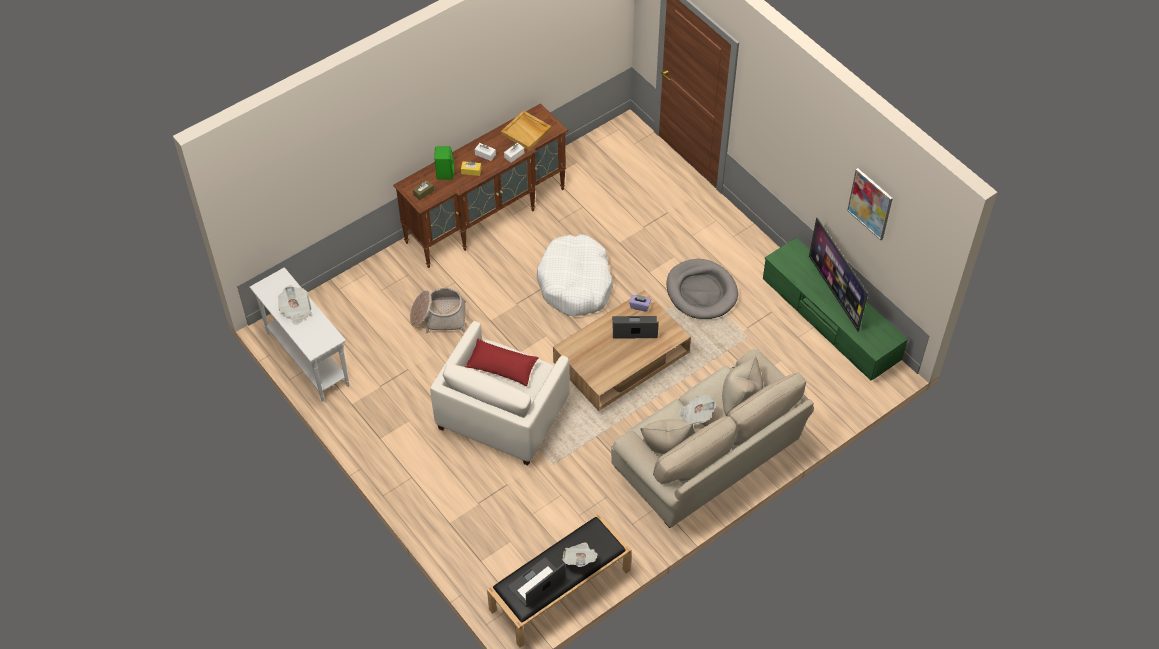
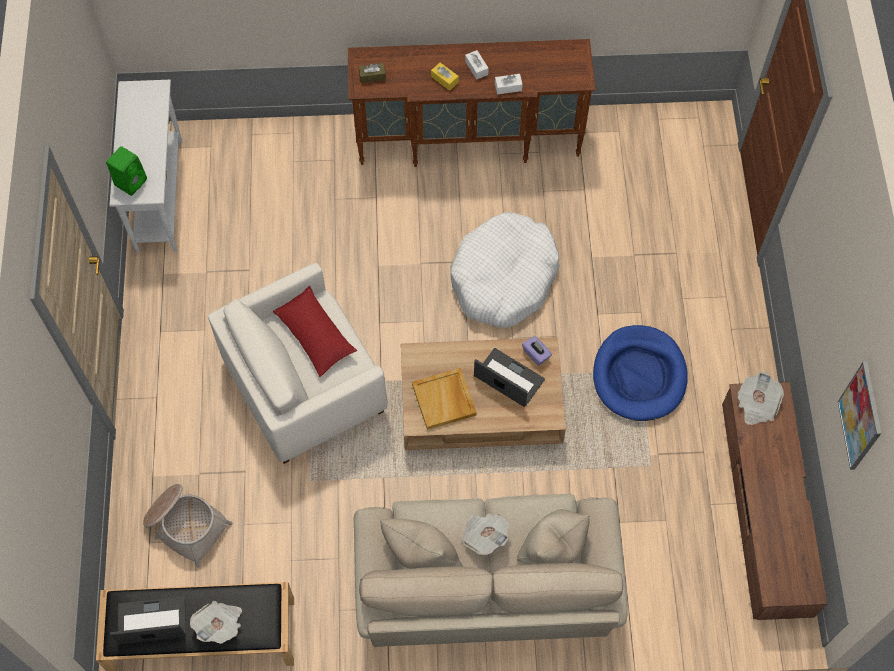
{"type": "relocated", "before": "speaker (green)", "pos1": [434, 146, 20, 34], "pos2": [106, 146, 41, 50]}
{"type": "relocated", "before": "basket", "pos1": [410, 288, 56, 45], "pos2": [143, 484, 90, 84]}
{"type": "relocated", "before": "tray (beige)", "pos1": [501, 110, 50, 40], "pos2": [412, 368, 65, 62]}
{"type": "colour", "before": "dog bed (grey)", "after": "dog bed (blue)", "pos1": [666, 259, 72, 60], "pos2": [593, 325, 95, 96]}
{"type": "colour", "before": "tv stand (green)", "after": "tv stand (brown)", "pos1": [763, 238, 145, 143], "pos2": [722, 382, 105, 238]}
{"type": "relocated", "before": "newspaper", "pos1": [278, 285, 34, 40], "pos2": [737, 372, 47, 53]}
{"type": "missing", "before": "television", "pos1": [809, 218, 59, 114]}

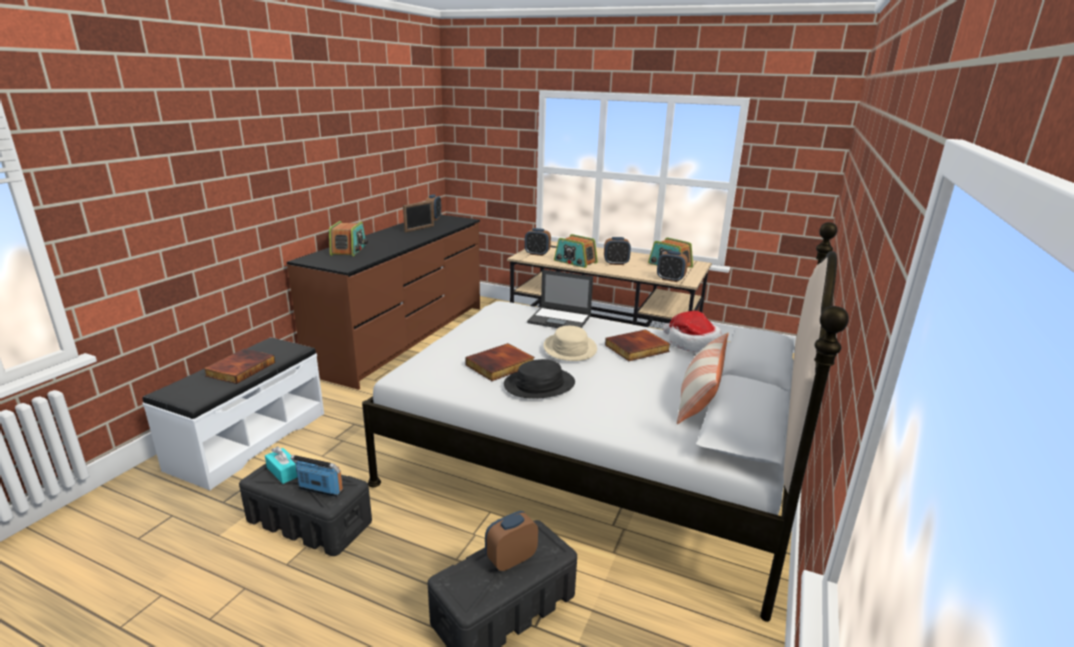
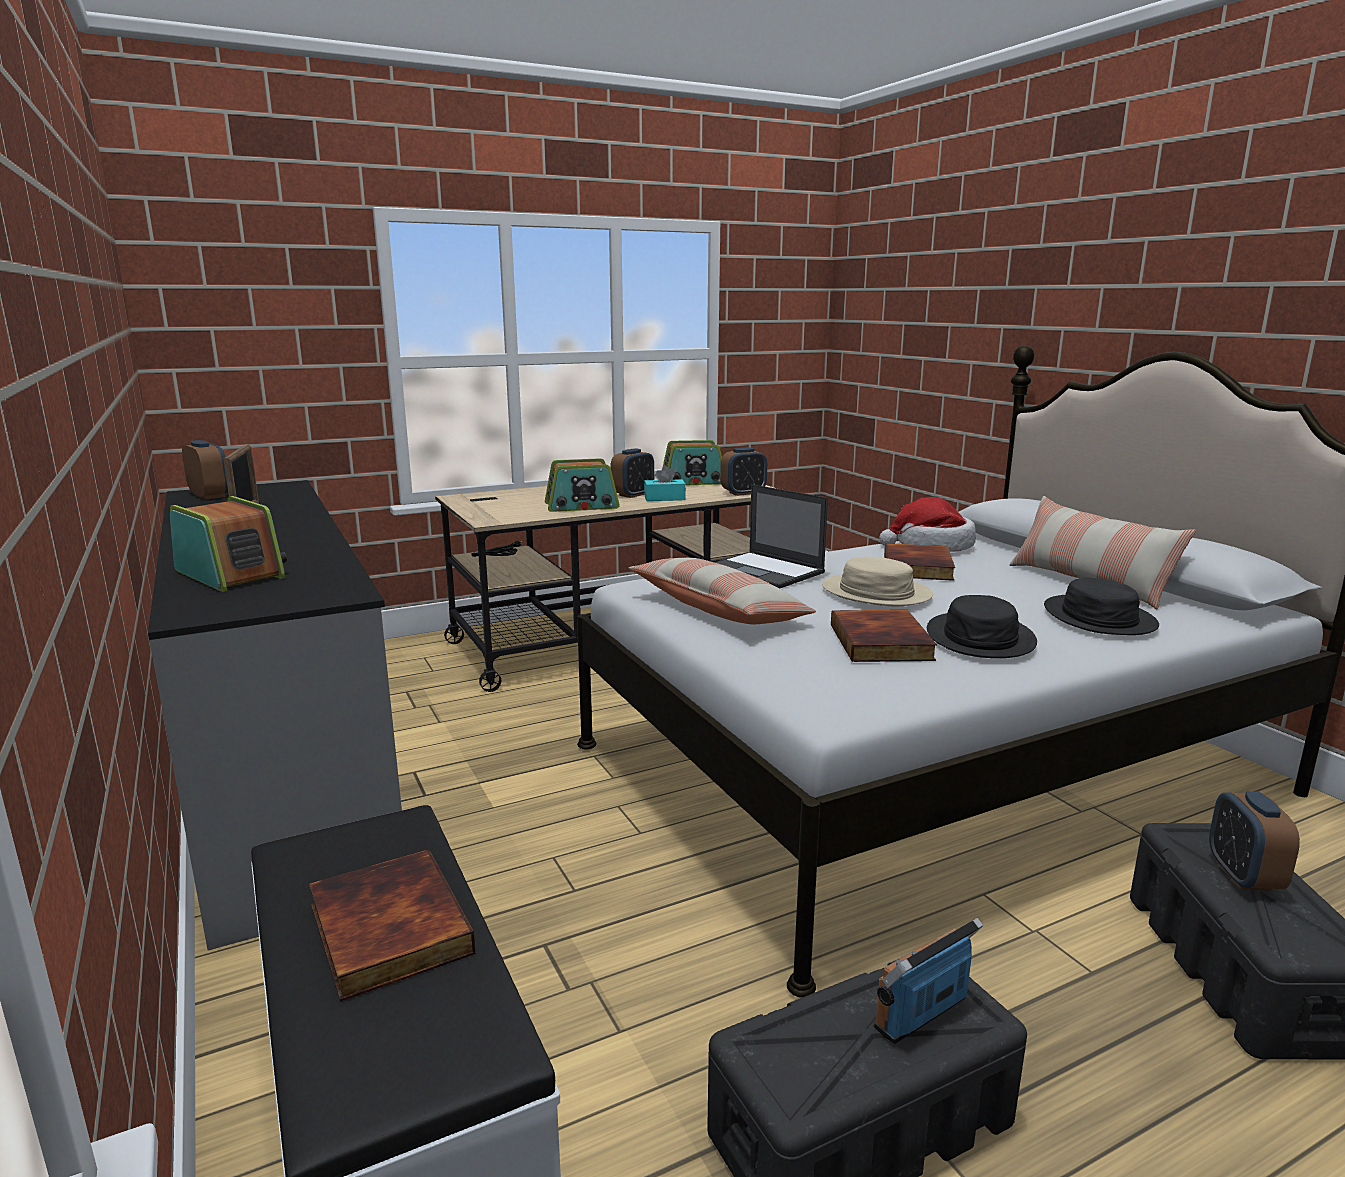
{"type": "colour", "before": "dresser (brown)", "after": "dresser (grey)", "pos1": [287, 215, 193, 175], "pos2": [148, 480, 254, 471]}
{"type": "appeared", "after": "pillow", "pos2": [629, 558, 187, 66]}
{"type": "relocated", "before": "tissue box (turquoise)", "pos1": [265, 446, 32, 38], "pos2": [644, 466, 42, 35]}
{"type": "spun", "before": "laptop", "pos1": [527, 270, 66, 58], "pos2": [714, 484, 114, 105], "turn": 75}
{"type": "appeared", "after": "hat (black)", "pos2": [1044, 578, 115, 57]}
{"type": "missing", "before": "alarm clock", "pos1": [525, 228, 26, 28]}

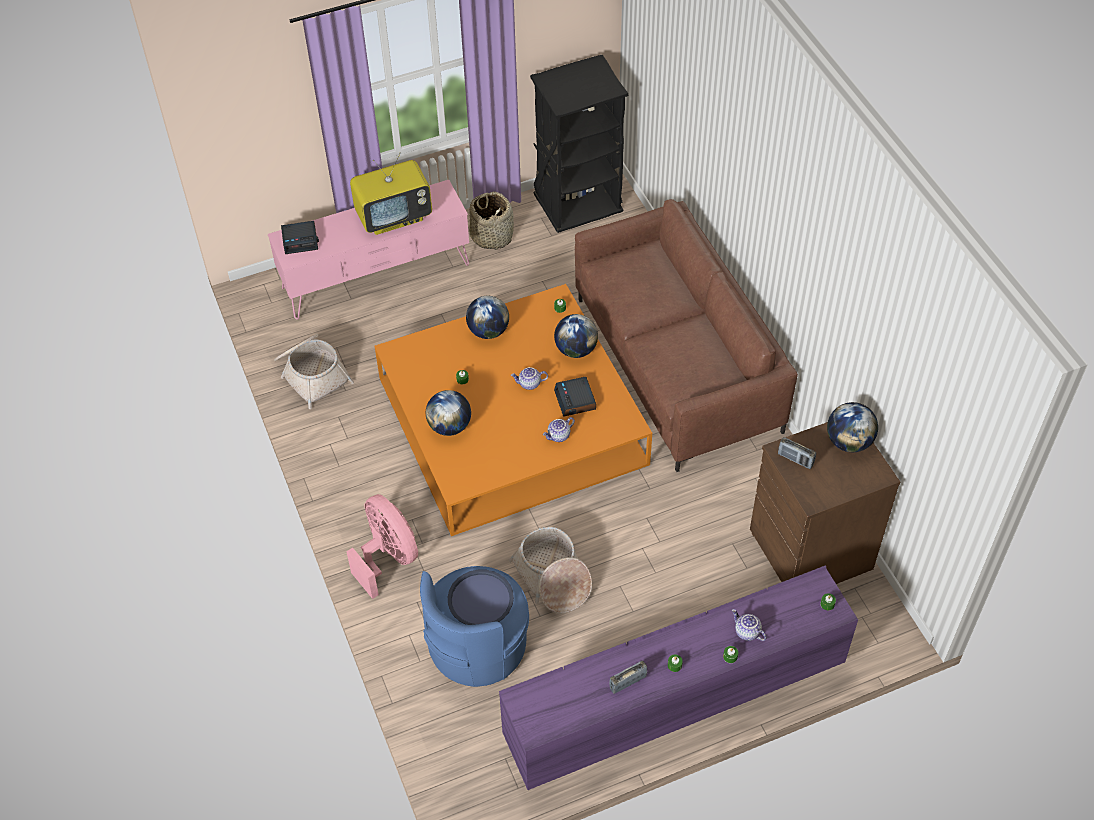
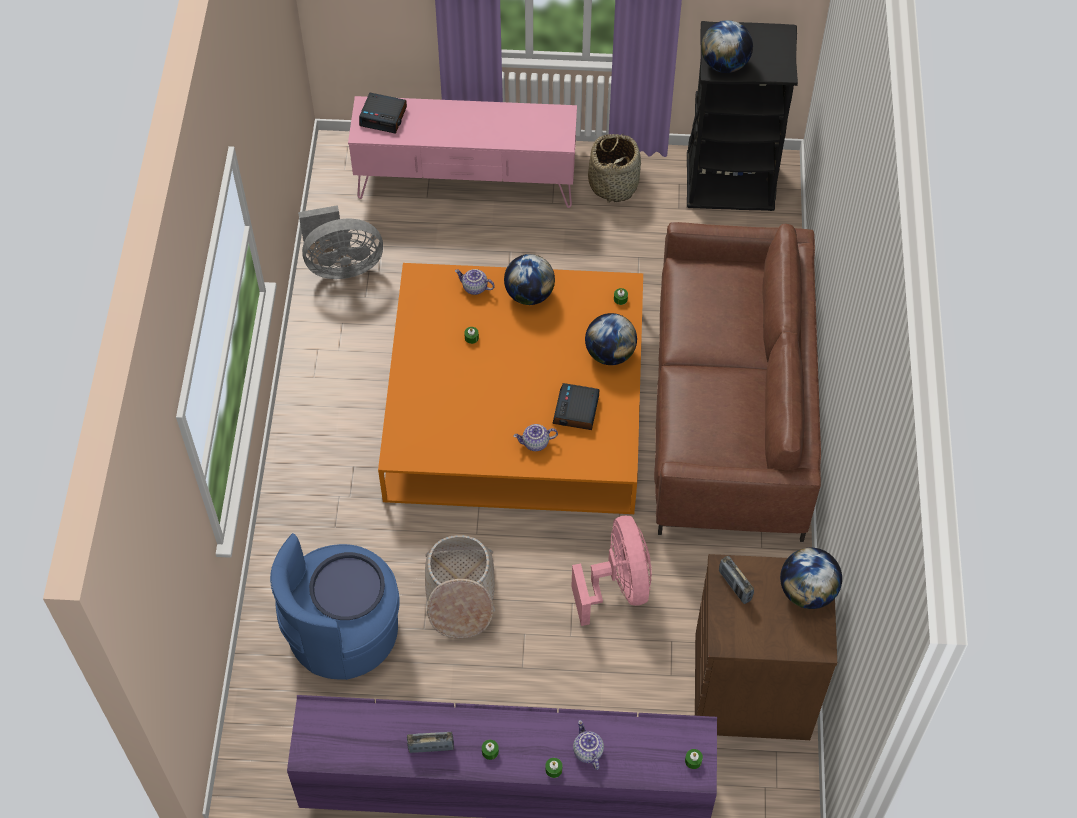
{"type": "exchanged", "before": "basket", "after": "fan (grey)", "pos1": [274, 334, 80, 75], "pos2": [298, 205, 85, 74]}
{"type": "relocated", "before": "teapot", "pos1": [511, 367, 37, 23], "pos2": [455, 269, 40, 26]}
{"type": "relocated", "before": "fan (pink)", "pos1": [346, 494, 72, 105], "pos2": [571, 516, 81, 110]}
{"type": "relocated", "before": "globe", "pos1": [426, 390, 45, 46], "pos2": [701, 20, 52, 53]}
{"type": "missing", "before": "television", "pos1": [350, 153, 82, 82]}

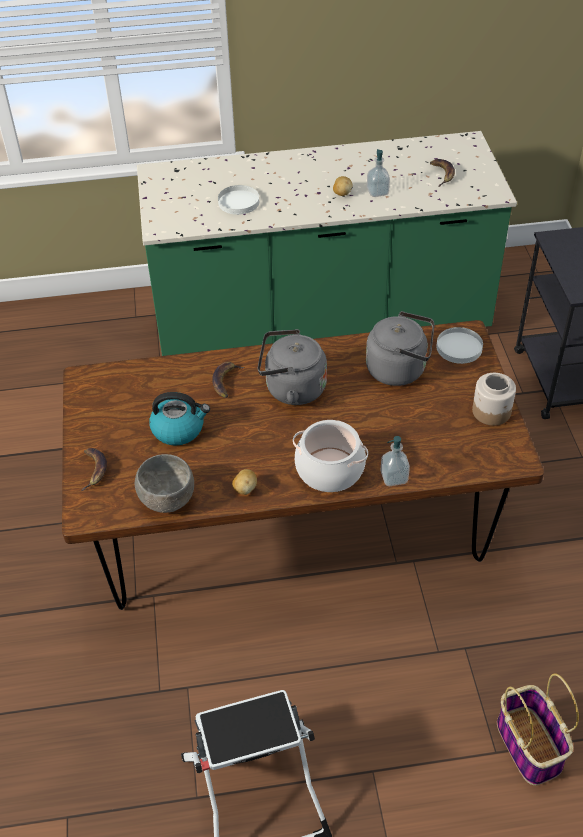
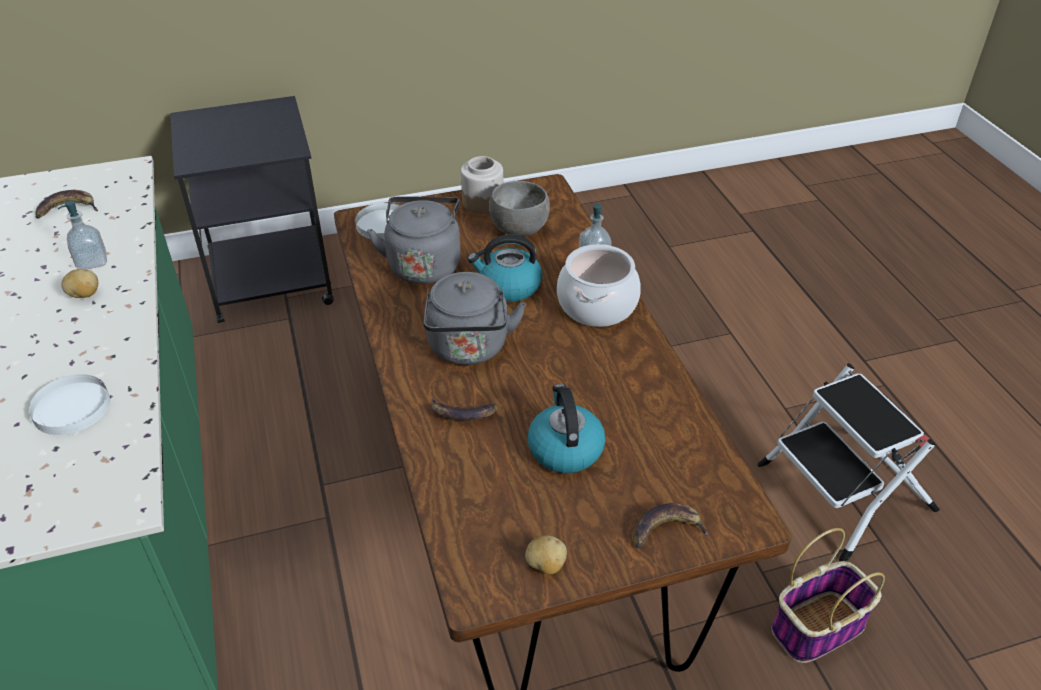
{"type": "appeared", "after": "kettle", "pos2": [468, 235, 74, 67]}
{"type": "relocated", "before": "bowl (grey)", "pos1": [135, 454, 59, 59], "pos2": [489, 181, 61, 56]}
{"type": "relocated", "before": "potato", "pos1": [232, 469, 25, 26], "pos2": [525, 535, 42, 40]}
{"type": "relocated", "before": "basket", "pos1": [497, 673, 82, 113], "pos2": [771, 528, 114, 135]}

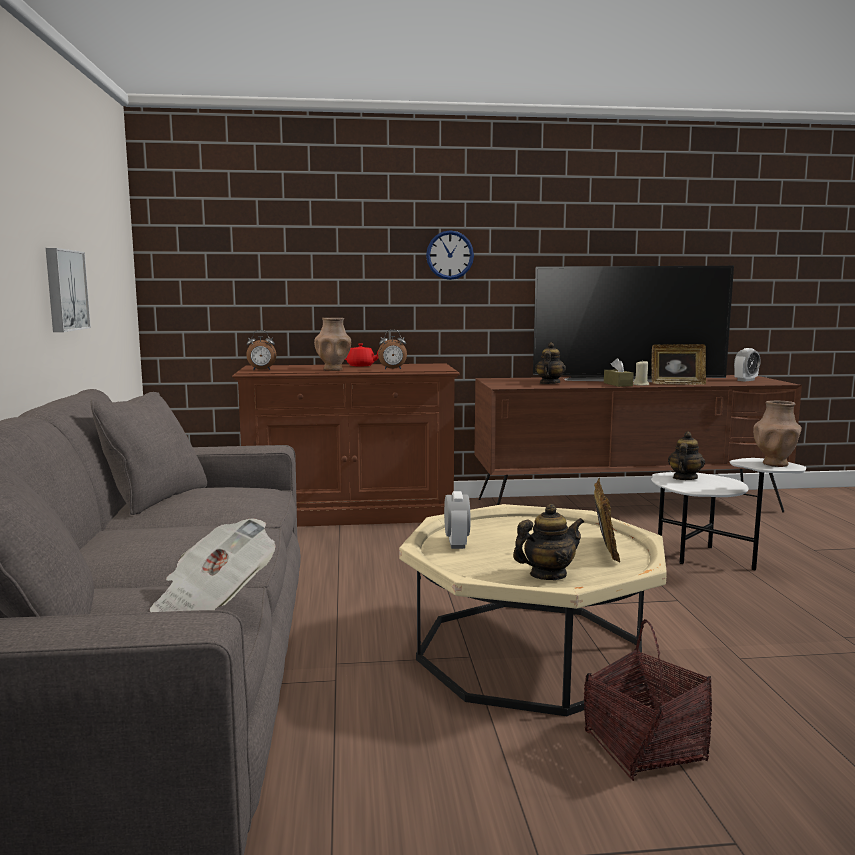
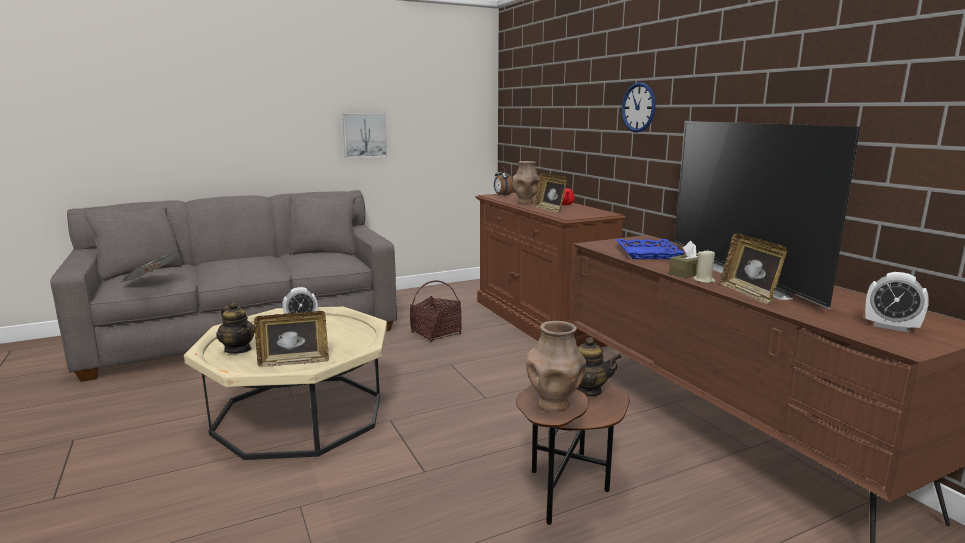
{"type": "relocated", "before": "basket", "pos1": [584, 619, 128, 162], "pos2": [410, 280, 52, 62]}
{"type": "colour", "before": "side table (white)", "after": "side table (brown)", "pos1": [651, 458, 155, 112], "pos2": [516, 381, 114, 144]}
{"type": "exchanged", "before": "alarm clock", "after": "picture frame", "pos1": [378, 330, 29, 39], "pos2": [534, 173, 33, 40]}
{"type": "exchanged", "before": "teapot", "after": "tray (blue)", "pos1": [535, 342, 31, 42], "pos2": [616, 239, 69, 20]}

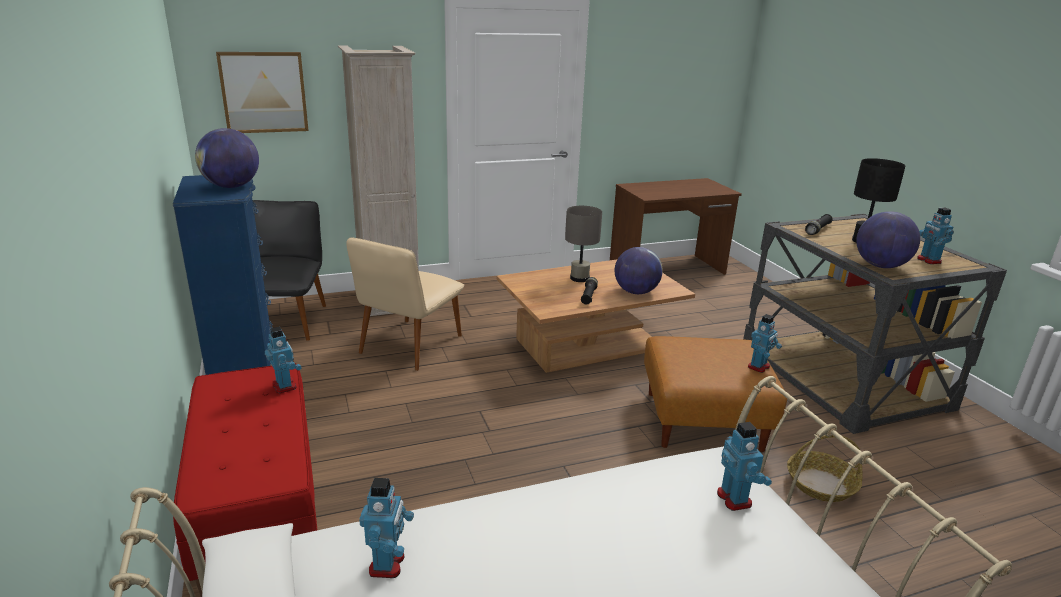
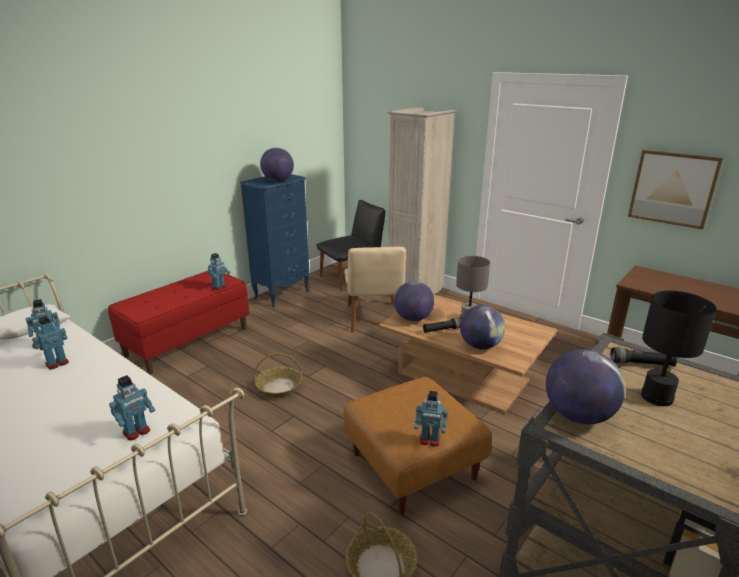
{"type": "relocated", "before": "toy robot", "pos1": [917, 208, 37, 56], "pos2": [32, 316, 37, 53]}
{"type": "appeared", "after": "basket", "pos2": [254, 353, 48, 45]}
{"type": "spun", "before": "chair (beige)", "pos1": [346, 237, 118, 134], "pos2": [344, 247, 62, 85], "turn": -90}
{"type": "appeared", "after": "globe", "pos2": [394, 281, 40, 40]}
{"type": "relocated", "before": "picture", "pos1": [216, 52, 93, 81], "pos2": [628, 150, 95, 80]}

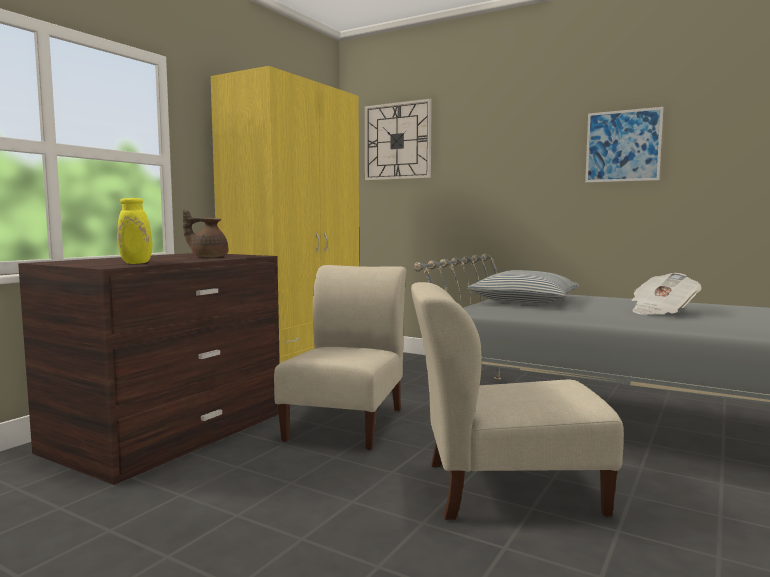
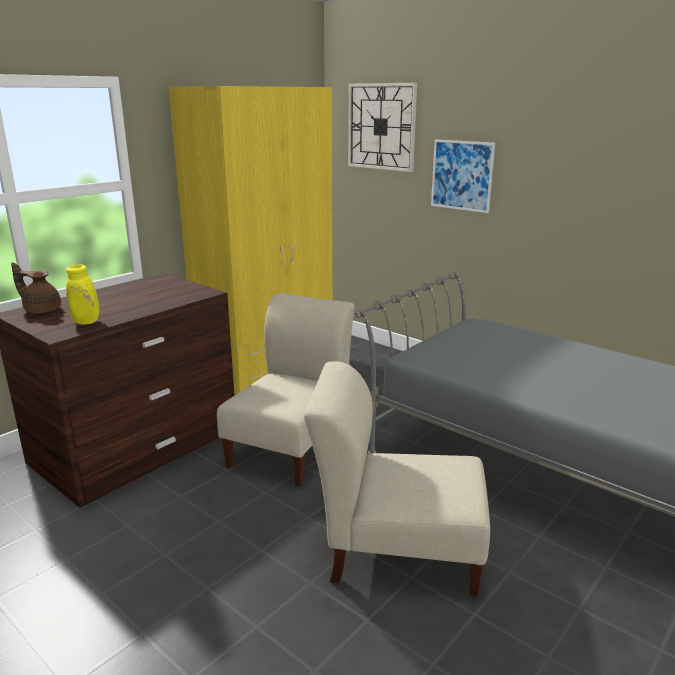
{"type": "relocated", "before": "teapot (brown)", "pos1": [183, 209, 45, 48], "pos2": [11, 262, 50, 51]}
{"type": "relocated", "before": "picture", "pos1": [585, 107, 78, 76], "pos2": [431, 139, 64, 74]}
{"type": "missing", "before": "pillow", "pos1": [467, 270, 112, 35]}
{"type": "missing", "before": "newspaper", "pos1": [632, 273, 70, 42]}

